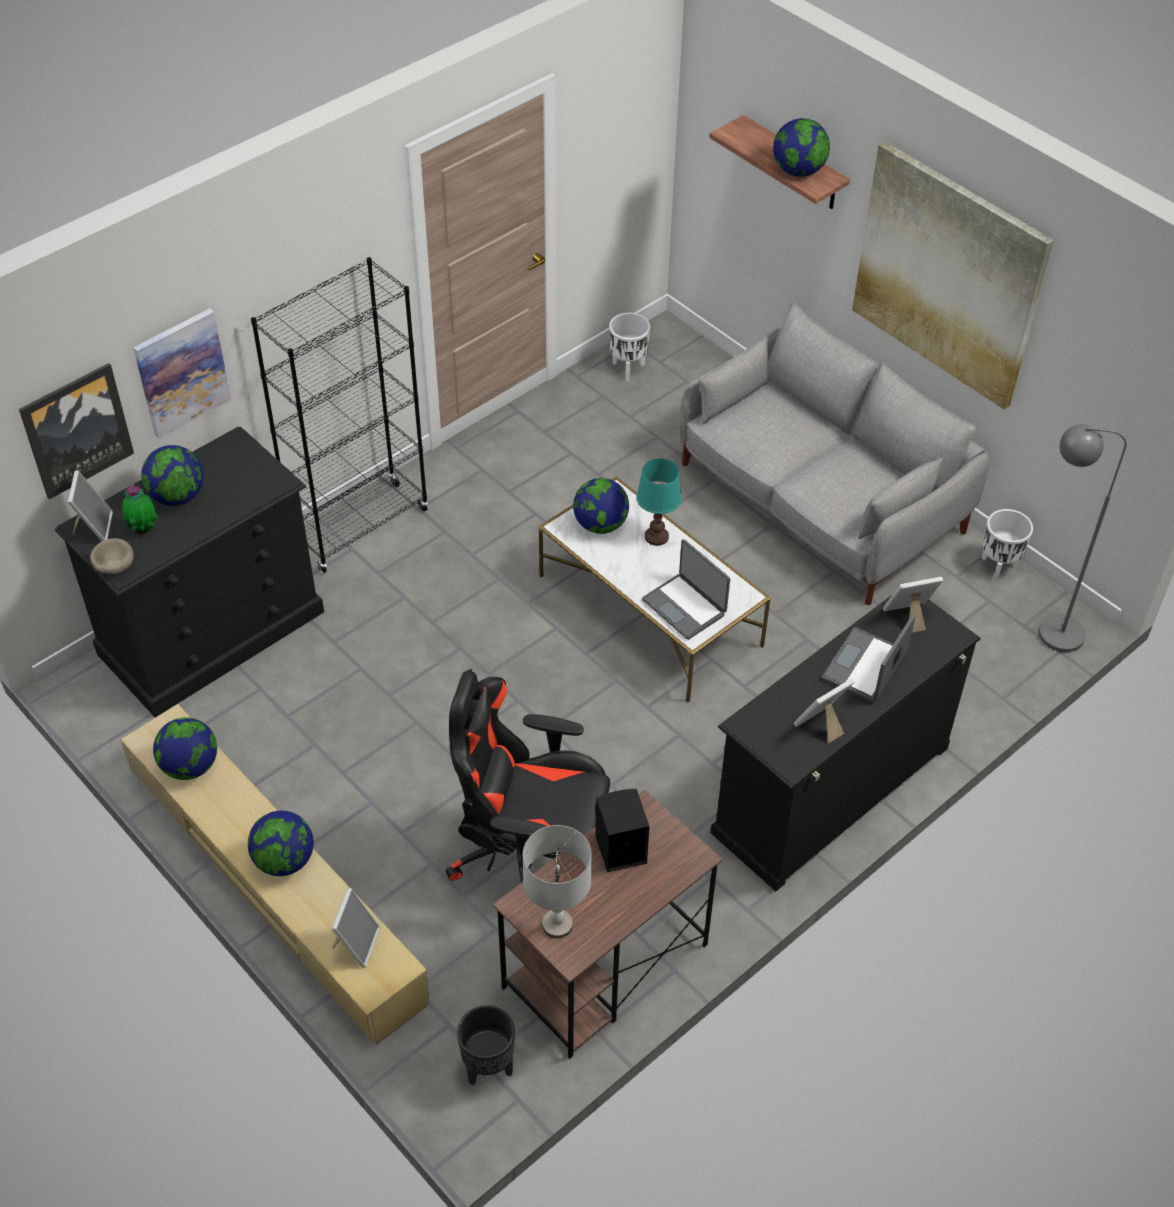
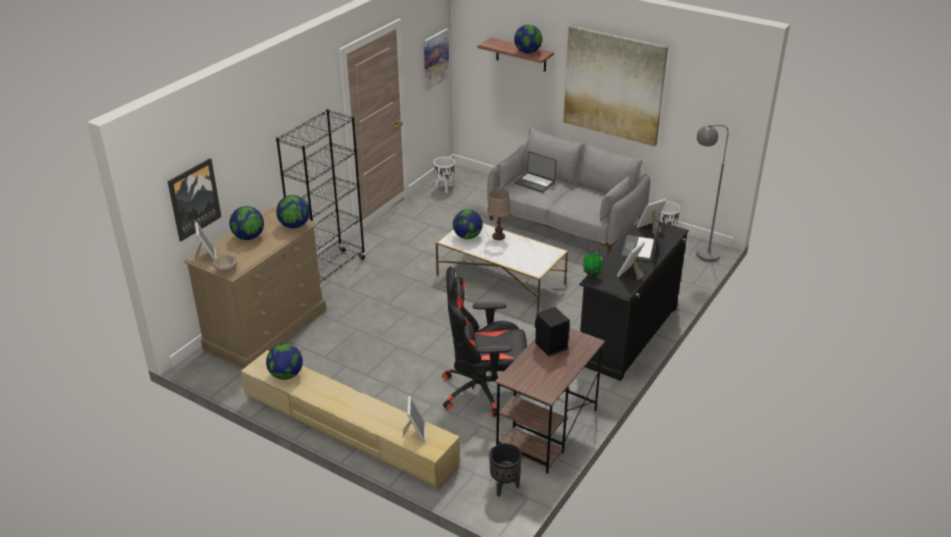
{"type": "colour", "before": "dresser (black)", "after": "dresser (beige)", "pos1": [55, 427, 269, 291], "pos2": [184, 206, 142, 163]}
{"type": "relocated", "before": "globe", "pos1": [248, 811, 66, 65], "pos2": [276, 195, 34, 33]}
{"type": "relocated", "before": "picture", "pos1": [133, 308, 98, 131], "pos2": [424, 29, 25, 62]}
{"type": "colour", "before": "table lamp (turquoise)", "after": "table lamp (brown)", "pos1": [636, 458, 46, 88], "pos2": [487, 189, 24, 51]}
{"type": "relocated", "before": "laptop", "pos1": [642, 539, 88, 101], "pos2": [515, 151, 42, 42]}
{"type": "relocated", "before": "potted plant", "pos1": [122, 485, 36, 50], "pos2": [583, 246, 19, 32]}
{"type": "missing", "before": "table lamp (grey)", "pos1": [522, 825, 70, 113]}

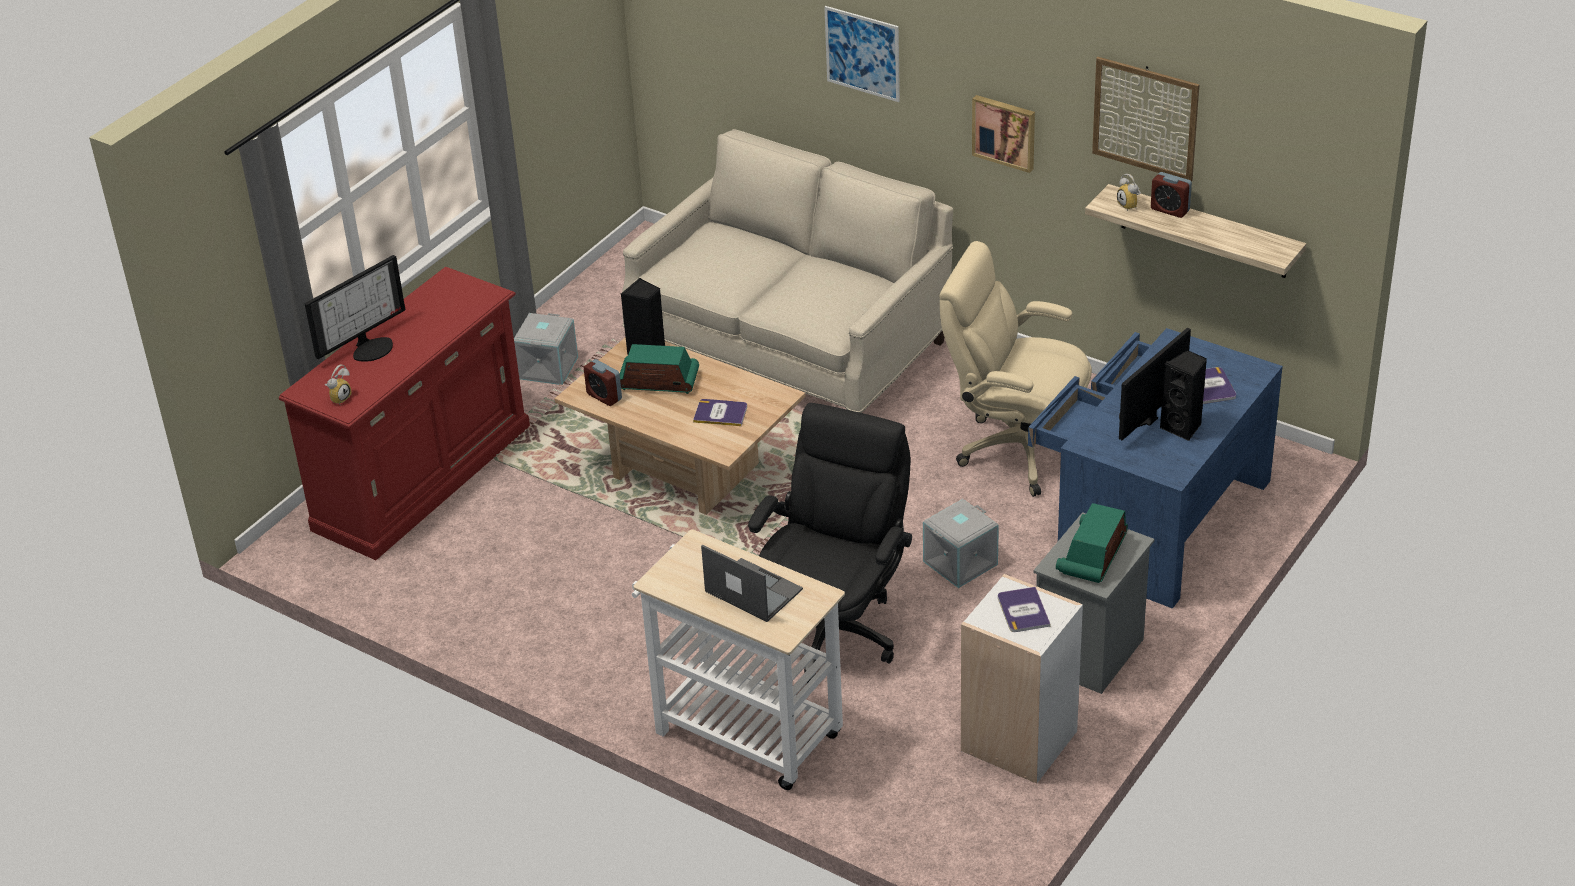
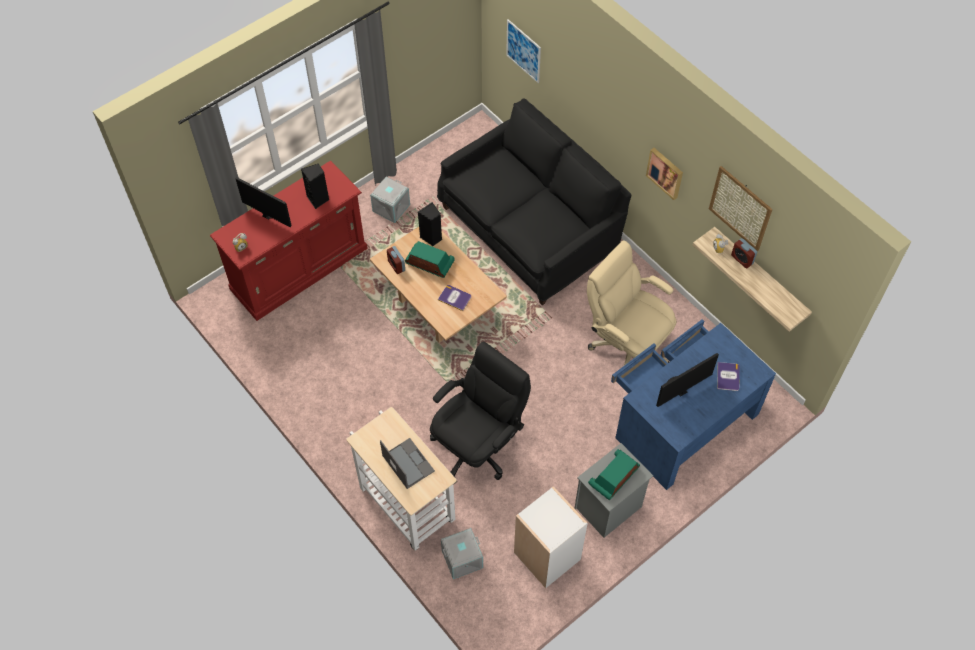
{"type": "spun", "before": "monitor", "pos1": [305, 255, 100, 106], "pos2": [236, 177, 56, 50], "turn": -120}
{"type": "relocated", "before": "speaker (black)", "pos1": [1160, 350, 47, 91], "pos2": [301, 164, 28, 45]}
{"type": "colour", "before": "sofa (beige)", "after": "sofa (black)", "pos1": [622, 129, 331, 284], "pos2": [437, 98, 194, 207]}
{"type": "relocated", "before": "storage box (grey)", "pos1": [923, 499, 76, 89], "pos2": [441, 528, 42, 51]}
{"type": "relocated", "before": "picture", "pos1": [824, 6, 76, 96], "pos2": [506, 19, 35, 64]}
{"type": "missing", "before": "book", "pos1": [998, 587, 52, 45]}

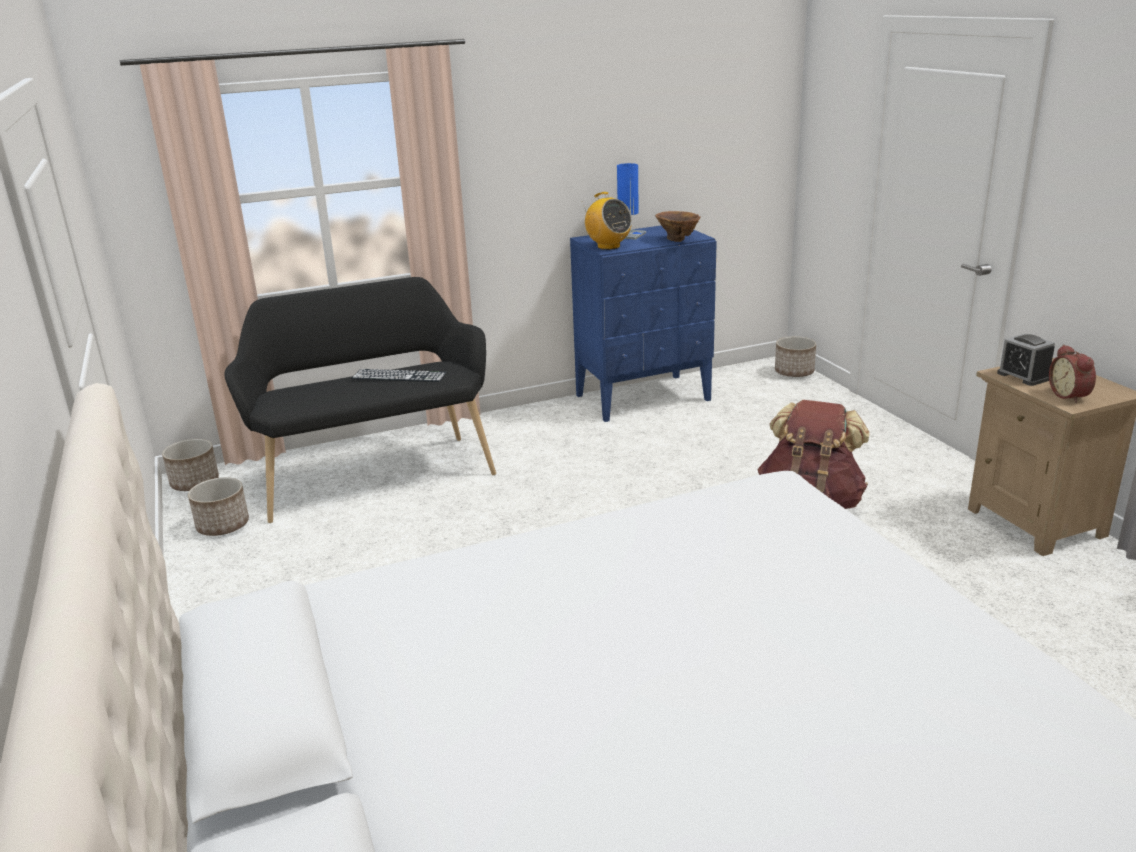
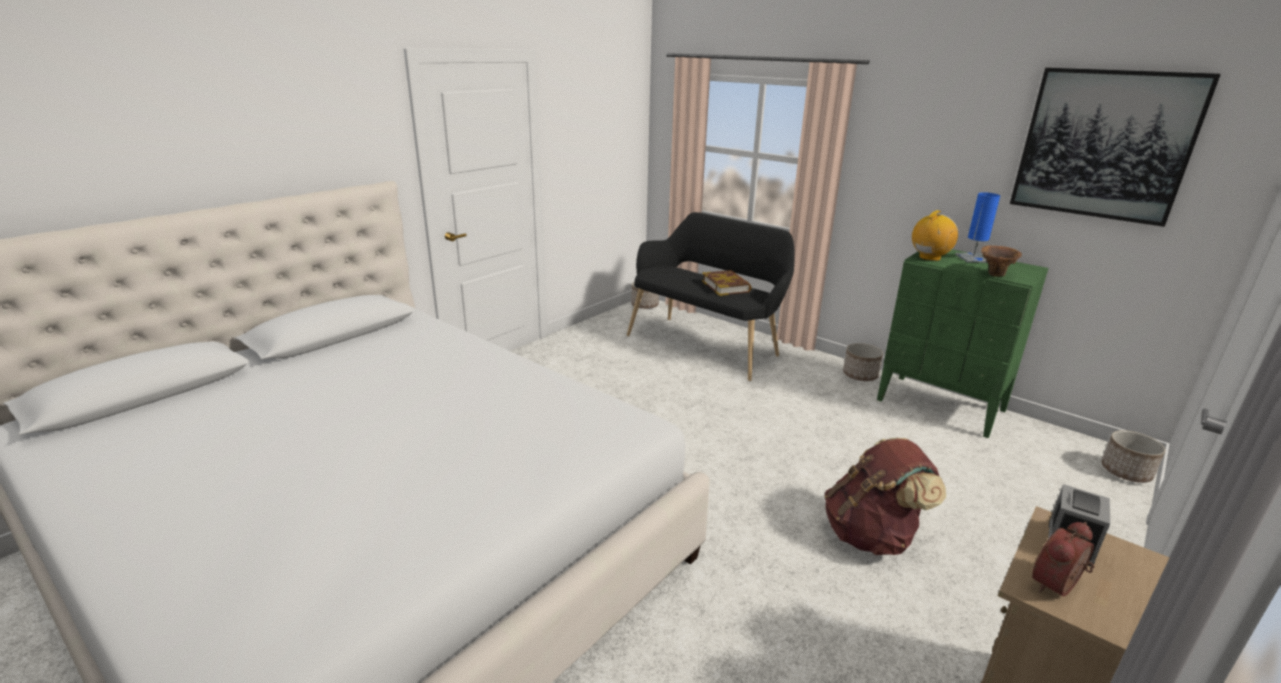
{"type": "exchanged", "before": "keyboard", "after": "book", "pos1": [351, 369, 96, 13], "pos2": [702, 270, 49, 26]}
{"type": "relocated", "before": "planter", "pos1": [188, 477, 61, 59], "pos2": [843, 343, 40, 38]}
{"type": "colour", "before": "dresser (blue)", "after": "dresser (green)", "pos1": [570, 226, 147, 196], "pos2": [877, 249, 172, 189]}
{"type": "spun", "before": "radio", "pos1": [582, 192, 50, 58], "pos2": [912, 210, 46, 51], "turn": -150}
{"type": "appeared", "after": "picture", "pos2": [1010, 68, 211, 159]}

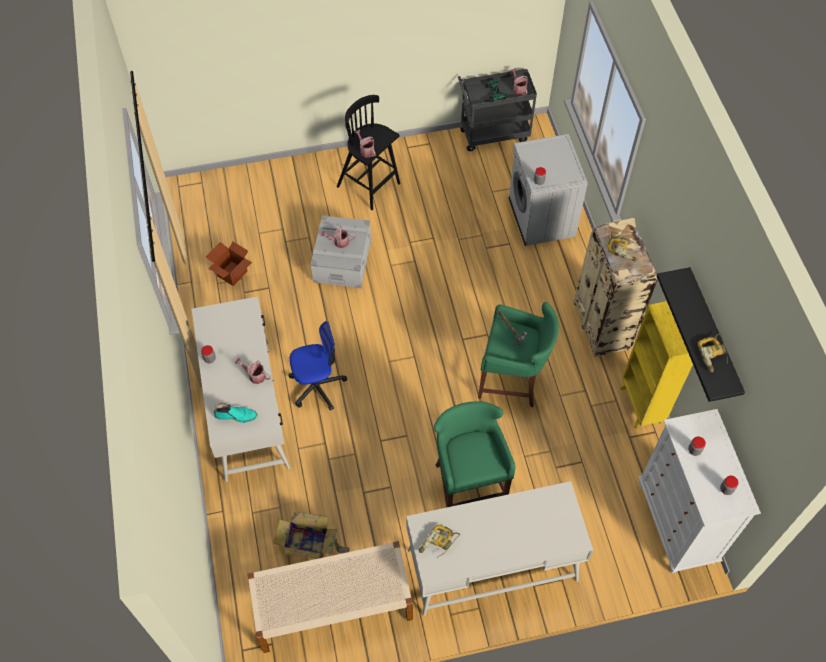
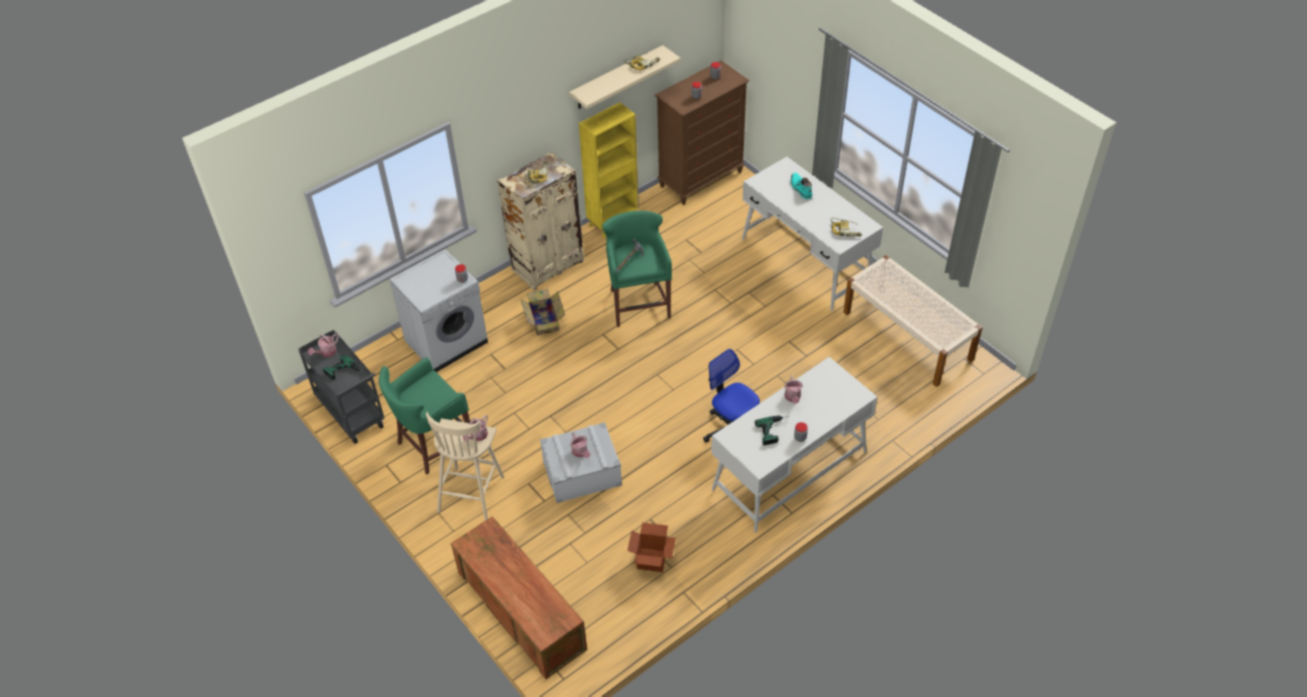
{"type": "relocated", "before": "stool (green)", "pos1": [434, 401, 81, 107], "pos2": [379, 358, 91, 117]}
{"type": "colour", "before": "stool (black)", "after": "stool (beige)", "pos1": [337, 95, 63, 115], "pos2": [426, 412, 78, 109]}
{"type": "appeared", "after": "bench (brown)", "pos2": [450, 516, 137, 163]}
{"type": "relocated", "before": "cardboard box", "pos1": [273, 512, 77, 47], "pos2": [521, 289, 44, 47]}
{"type": "colour", "before": "shelf (black)", "after": "shelf (beige)", "pos1": [657, 267, 88, 135], "pos2": [569, 45, 112, 64]}
{"type": "colour", "before": "dresser (white)", "after": "dresser (brown)", "pos1": [638, 409, 123, 165], "pos2": [655, 60, 95, 145]}
{"type": "appeared", "after": "power drill", "pos2": [755, 416, 34, 29]}
{"type": "relocated", "before": "boot (turquoise)", "pos1": [214, 403, 44, 20], "pos2": [791, 173, 21, 26]}

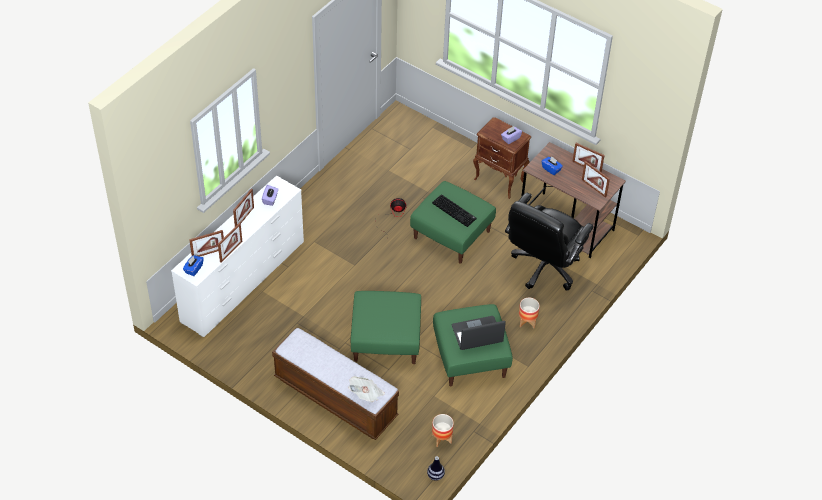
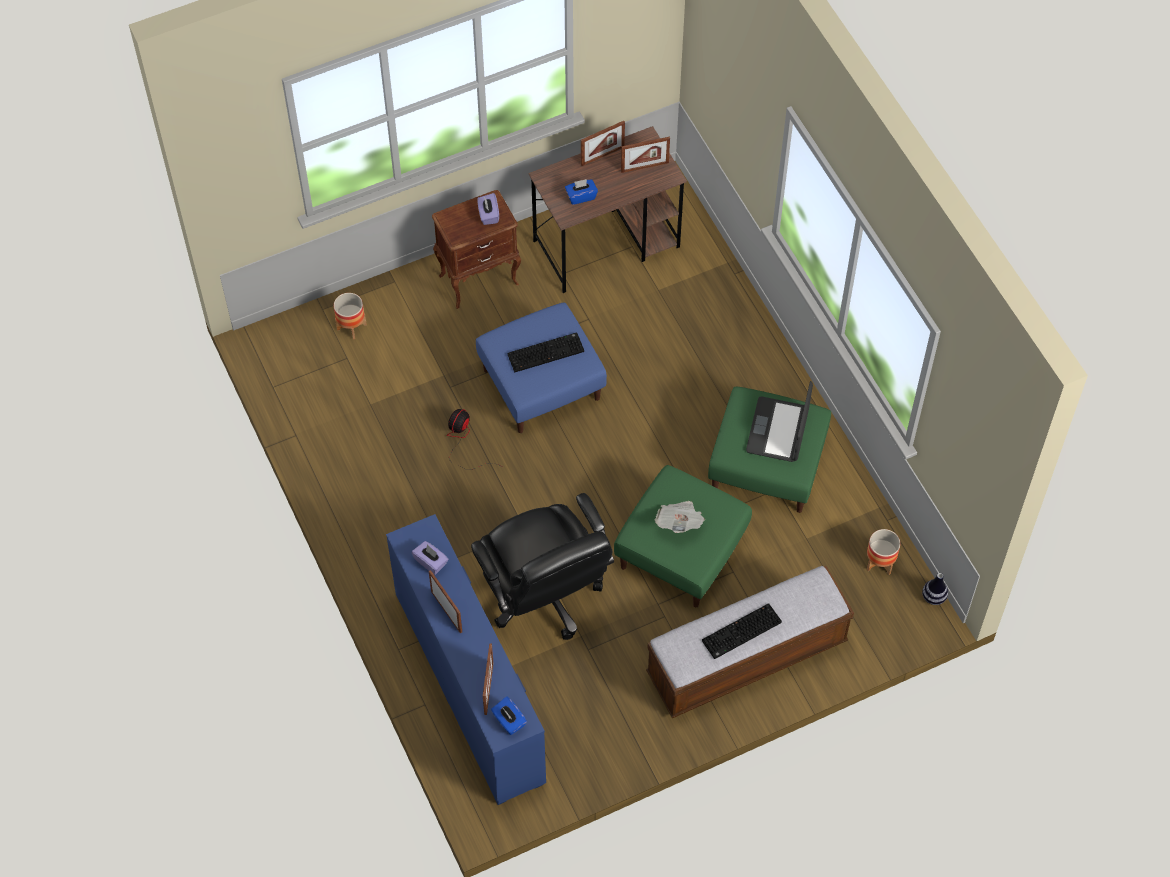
{"type": "relocated", "before": "planter", "pos1": [519, 298, 21, 30], "pos2": [334, 293, 33, 46]}
{"type": "colour", "before": "dresser (white)", "after": "dresser (blue)", "pos1": [171, 175, 133, 162], "pos2": [386, 514, 160, 291]}
{"type": "relocated", "before": "office chair (black)", "pos1": [505, 193, 88, 98], "pos2": [471, 493, 143, 147]}
{"type": "colour", "before": "ottoman (green)", "after": "ottoman (blue)", "pos1": [410, 181, 86, 83], "pos2": [476, 303, 131, 130]}
{"type": "relocated", "before": "newspaper", "pos1": [348, 376, 37, 27], "pos2": [655, 501, 50, 32]}
{"type": "appeared", "after": "keyboard", "pos2": [702, 603, 80, 56]}
{"type": "missing", "before": "picture frame", "pos1": [218, 223, 24, 39]}

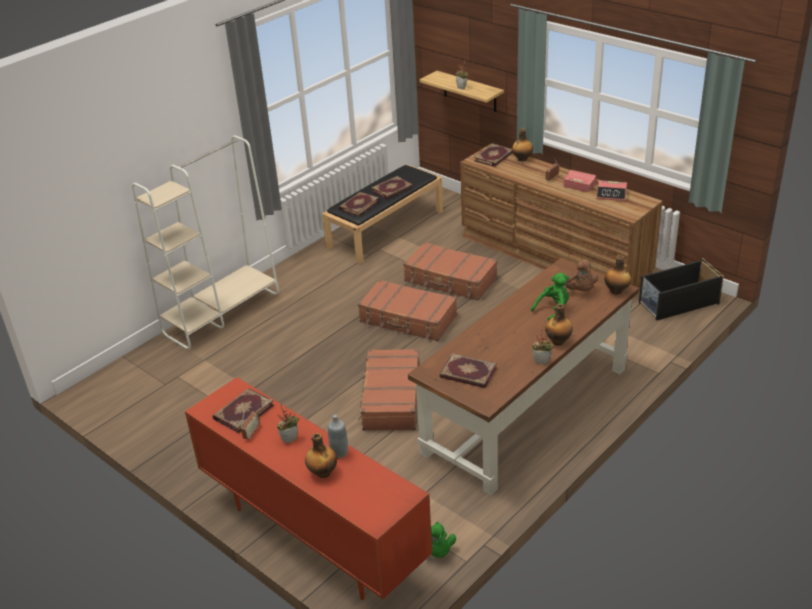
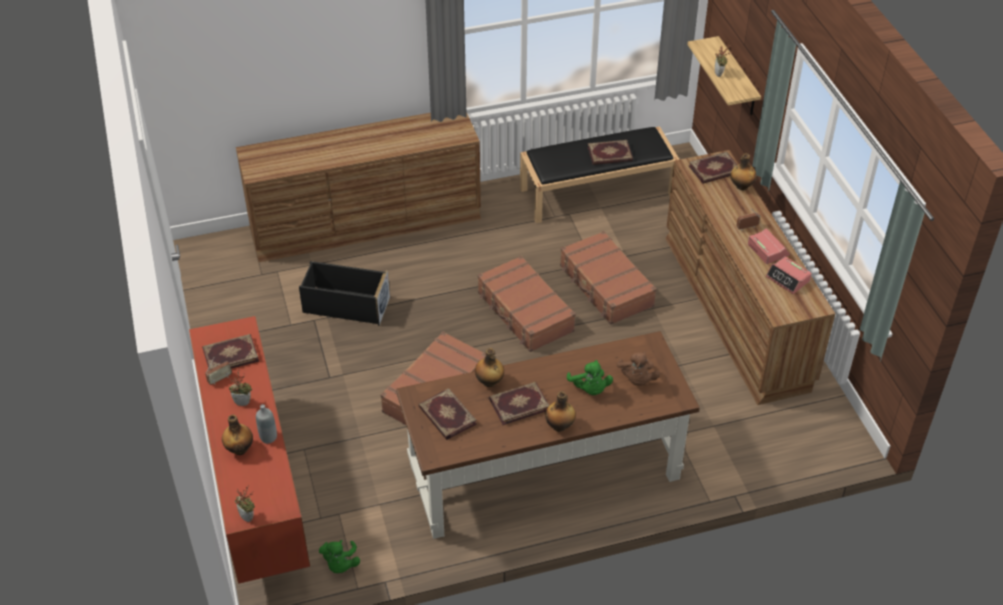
{"type": "relocated", "before": "potted plant", "pos1": [532, 327, 23, 37], "pos2": [235, 485, 20, 37]}
{"type": "exchanged", "before": "clothes rack (beige)", "after": "dresser (brown)", "pos1": [132, 135, 147, 214], "pos2": [236, 112, 245, 150]}
{"type": "relocated", "before": "storage box (black)", "pos1": [639, 258, 85, 62], "pos2": [299, 261, 91, 65]}
{"type": "relocated", "before": "bottle", "pos1": [604, 255, 27, 40], "pos2": [475, 348, 29, 39]}
{"type": "relocated", "before": "book", "pos1": [339, 192, 40, 24], "pos2": [489, 382, 60, 43]}
{"type": "spun", "before": "plush toy (green)", "pos1": [531, 273, 38, 48], "pos2": [567, 360, 46, 35], "turn": 75}

